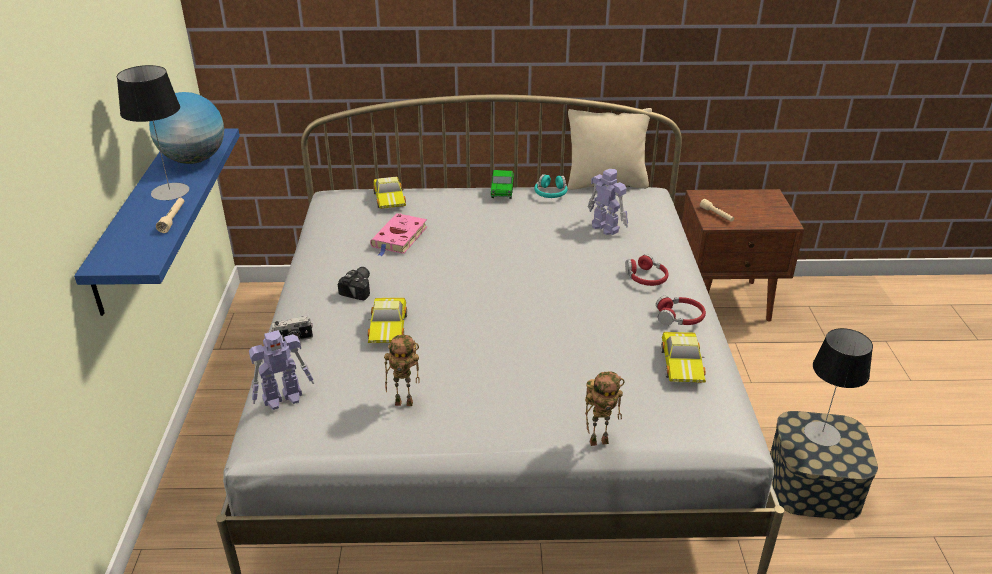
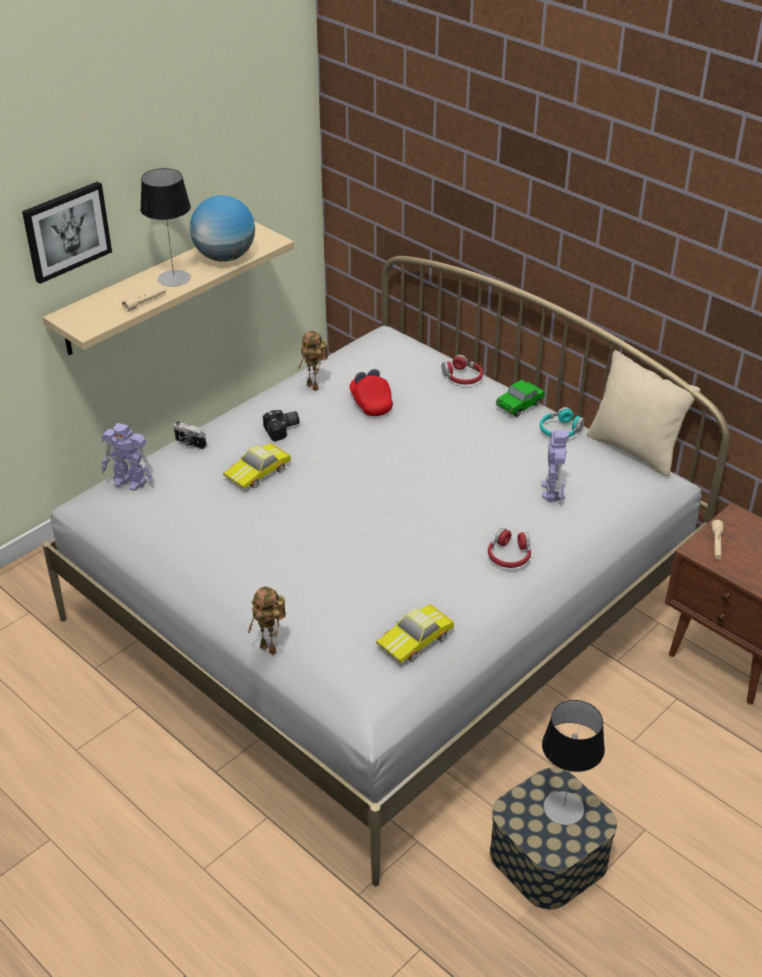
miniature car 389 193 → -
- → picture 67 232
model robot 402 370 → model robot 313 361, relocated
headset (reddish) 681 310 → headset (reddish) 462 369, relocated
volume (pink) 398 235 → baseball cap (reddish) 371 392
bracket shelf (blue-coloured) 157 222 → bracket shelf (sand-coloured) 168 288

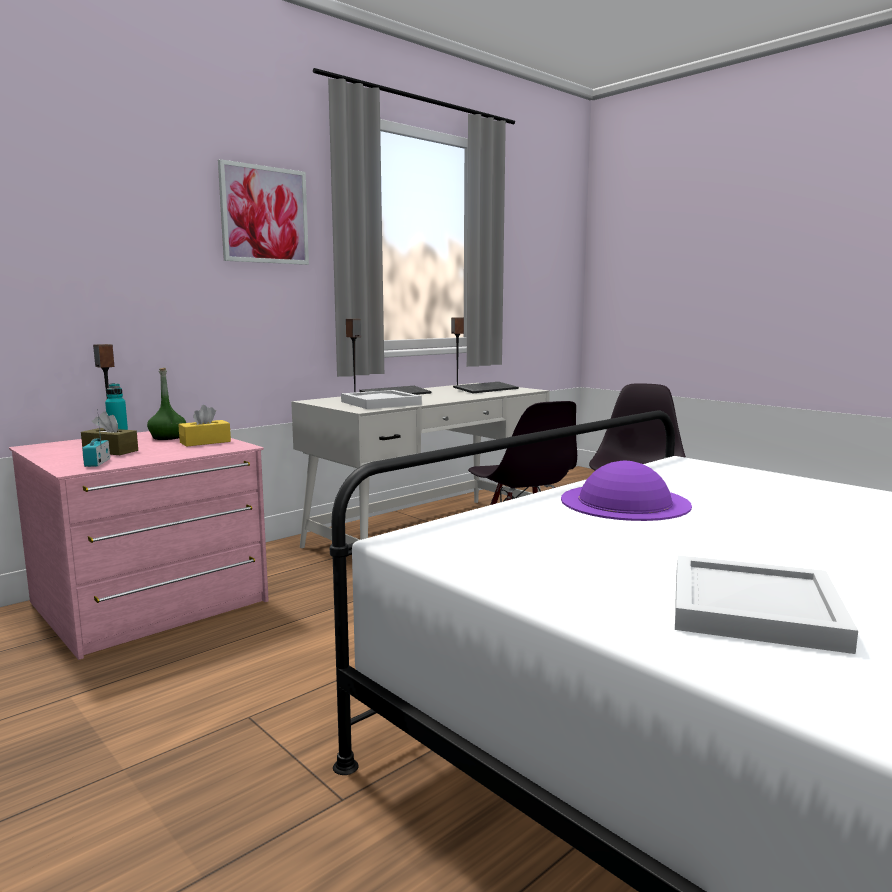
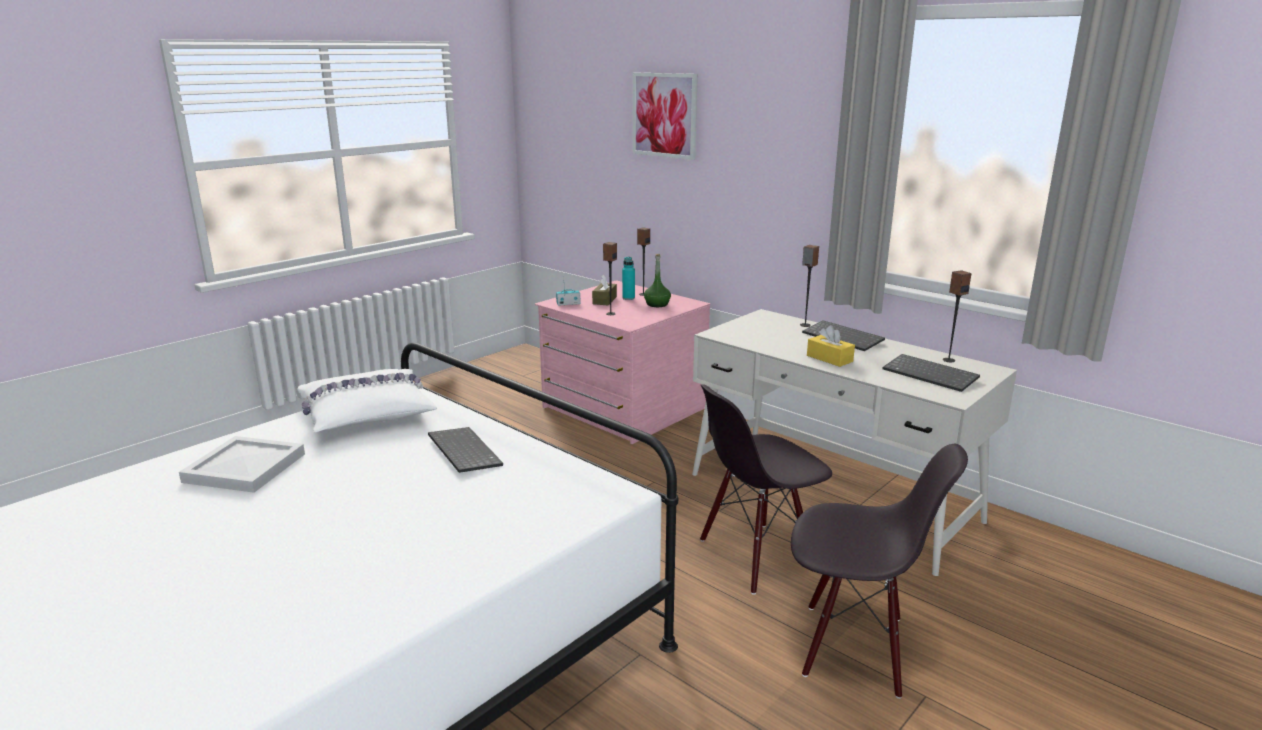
tray (white-coloured) 381 399 → -
- → throw pillow (white-coloured) 367 400
- → loudspeaker 610 278
tissue box (yellow-coloured) 204 426 → tissue box (yellow-coloured) 831 346, relocated
picture 263 212 → picture 665 116, relocated
wearable hat (purple-coloured) 626 491 → keyboard 465 450

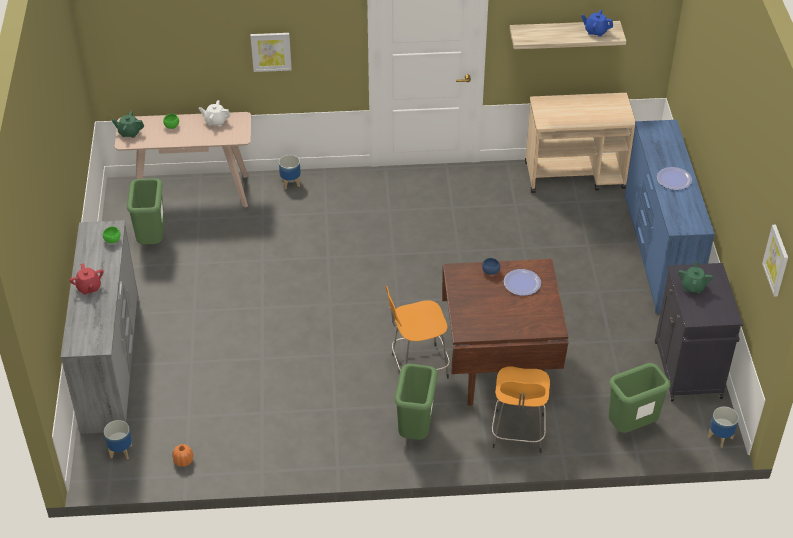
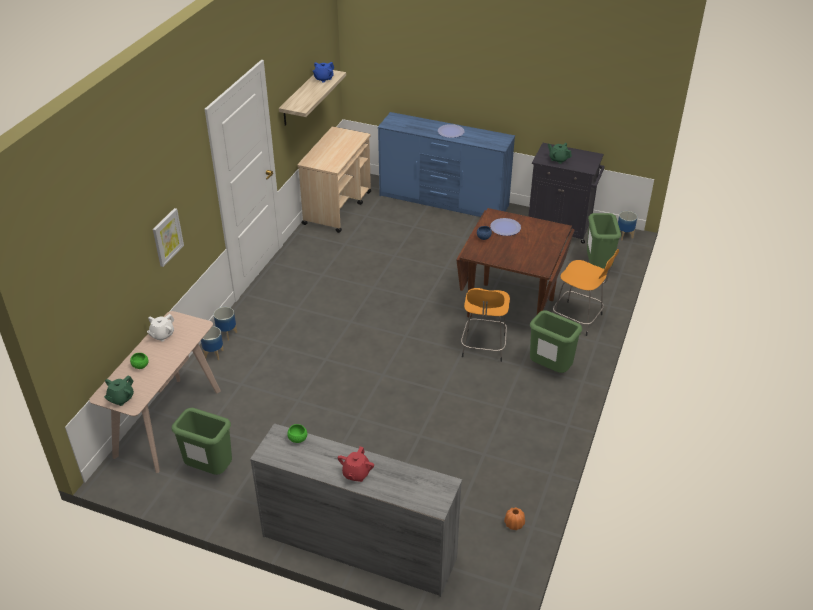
picture 775 260 → -
plant pot 118 440 → plant pot 225 324, relocated
tea pot (reddish) 86 279 → tea pot (reddish) 356 464, 105 degrees clockwise

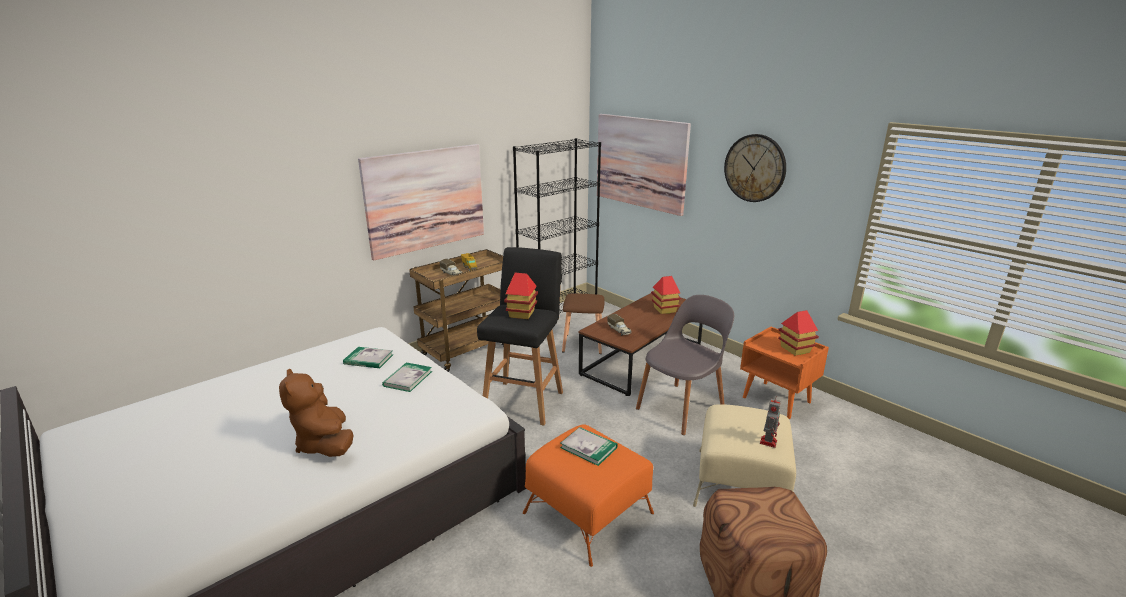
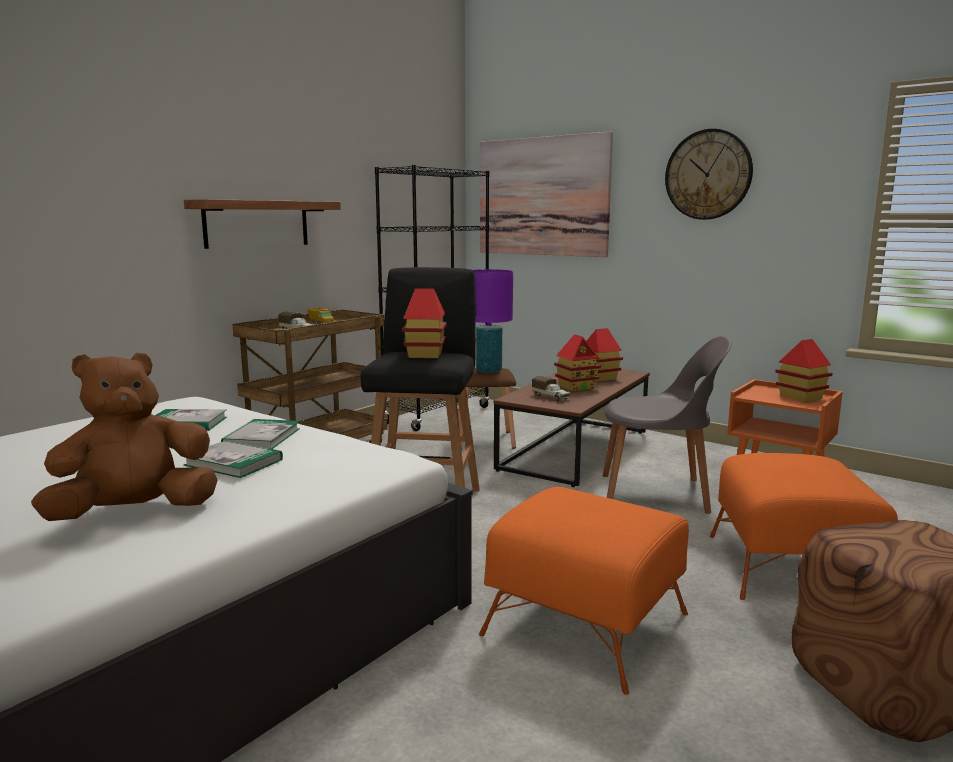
model robot 770 423 → -
- → tabletop lamp (purple-coloured) 493 321
- → model house 577 362
volume 589 446 → volume 233 459, relocated
picture 421 202 → bracket shelf 262 224
footrest (sand-coloured) 744 455 → footrest (orange-coloured) 804 526
soft toy (brown) 316 412 → soft toy (brown) 124 437, 90 degrees clockwise
chair (greyish) 685 365 → chair (greyish) 667 425, 60 degrees clockwise

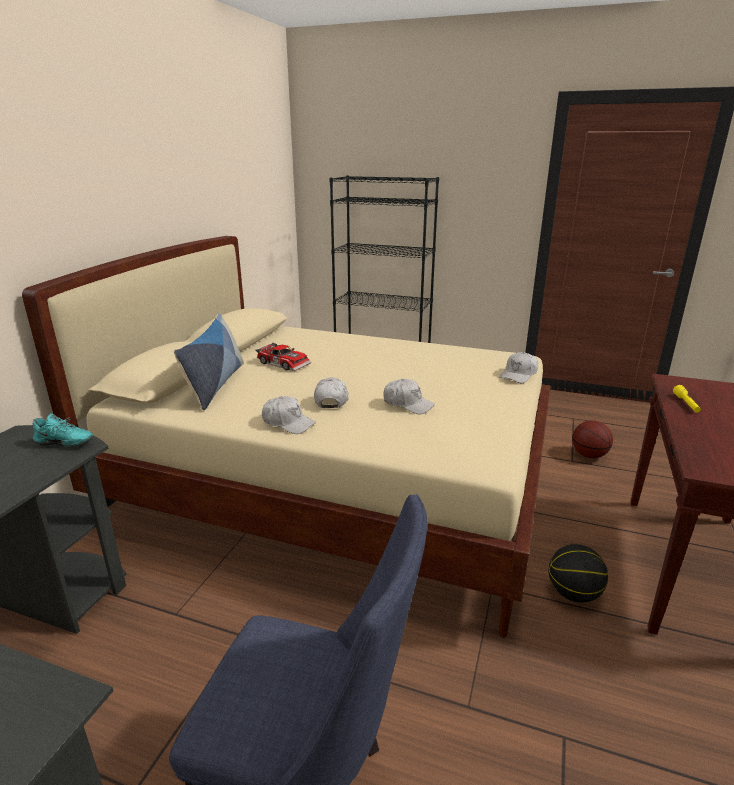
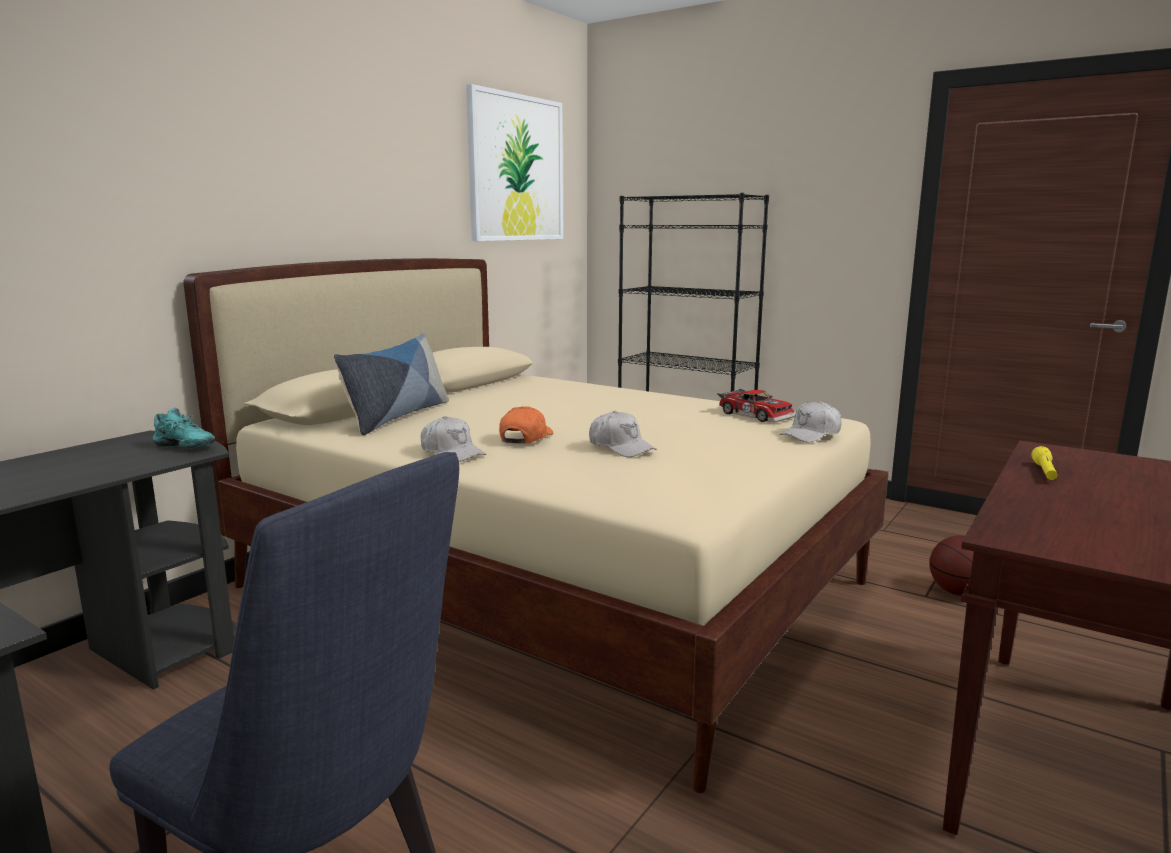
basketball ball 578 573 → -
- → picture 514 162
miniature car 283 356 → miniature car 756 406, relocated
baseball cap (white-coloured) 331 392 → baseball cap (orange-coloured) 526 424

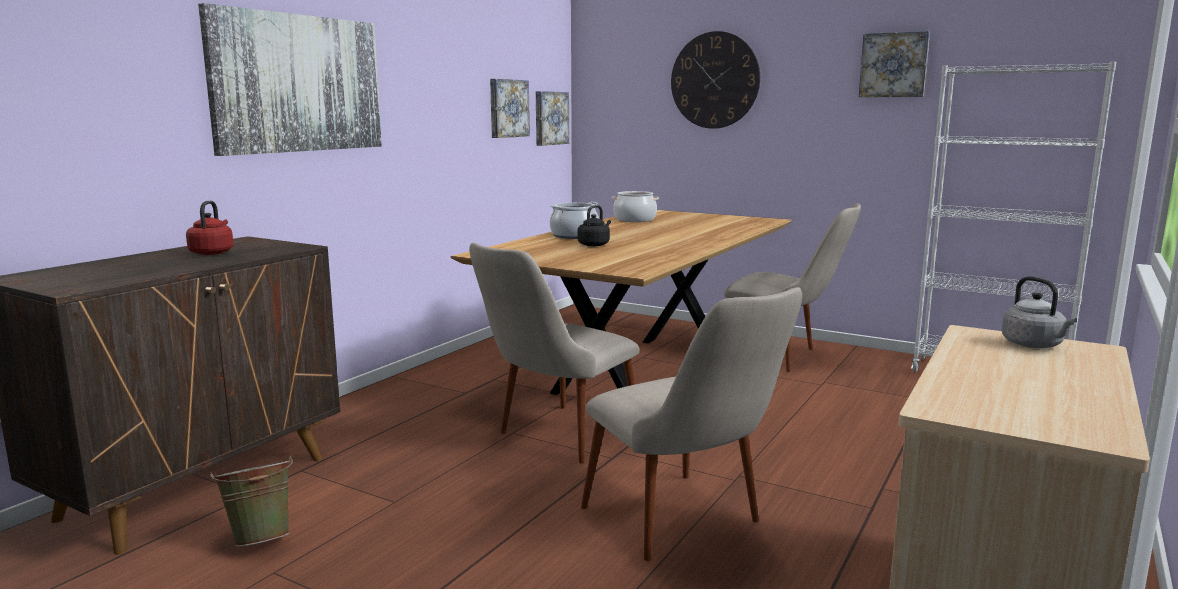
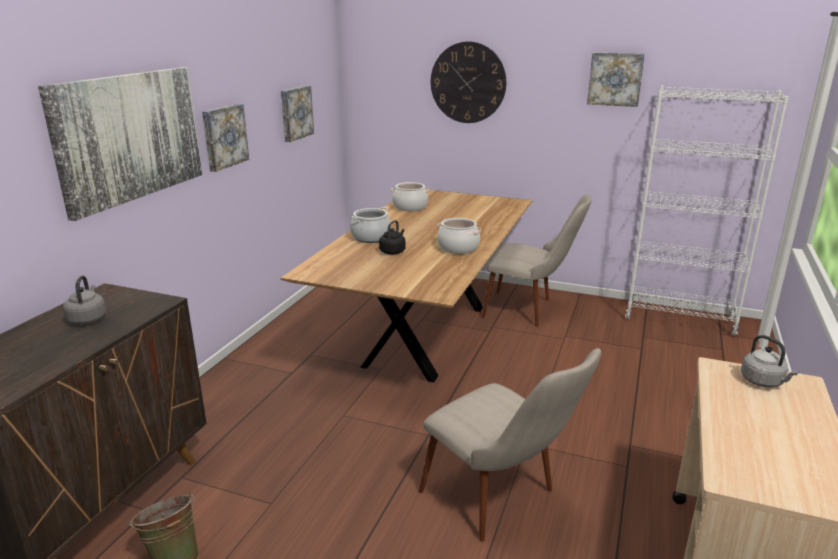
chair (sand-coloured) 554 353 → -
- → stockpot 459 236
picture 552 118 → picture 225 138, relocated
kettle (reddish) 209 228 → kettle (greyish) 84 300

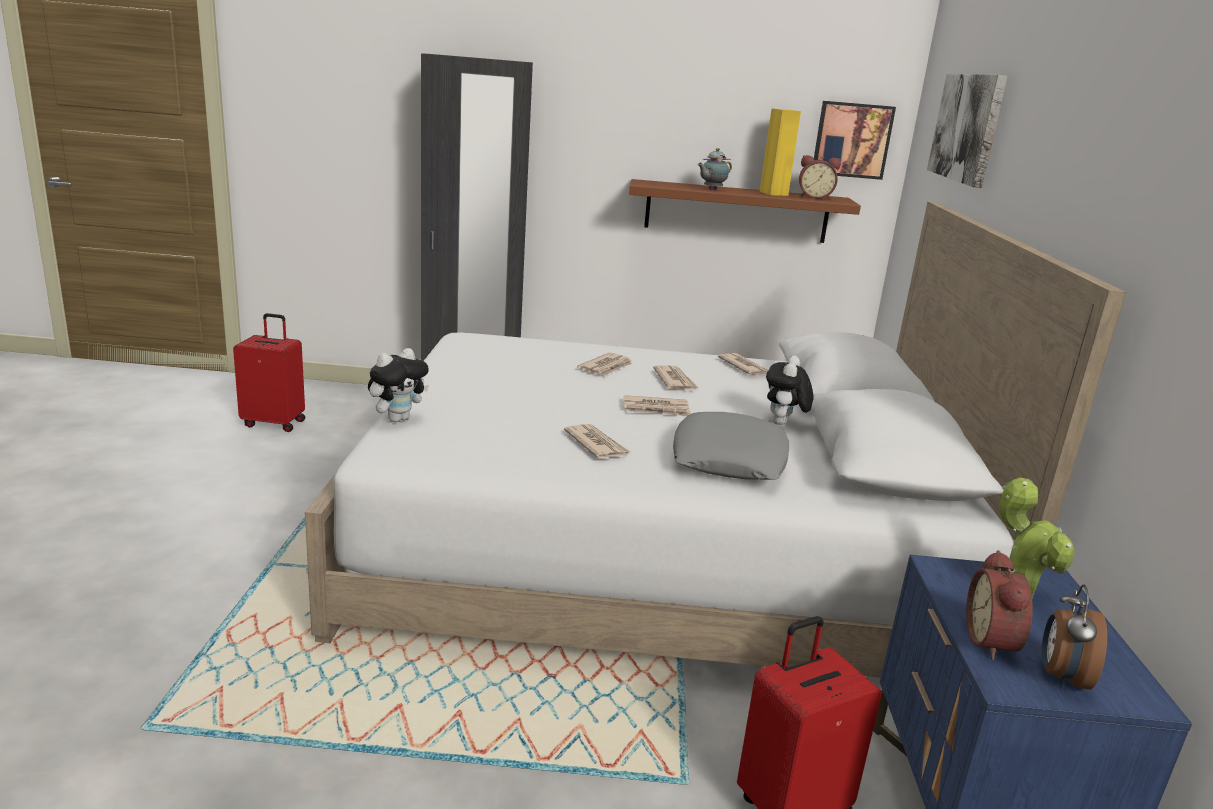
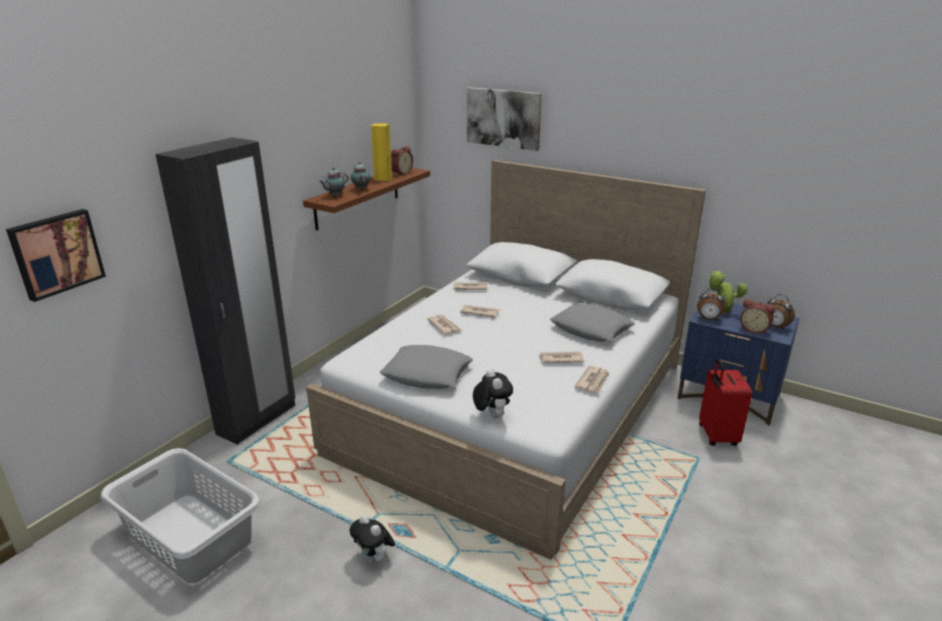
- → tea pot 334 181
- → throw pillow (greyish) 426 367
- → table clock 711 304
newspaper 657 406 → newspaper 592 380, relocated
soft toy 790 390 → soft toy 372 539, relocated
picture 854 140 → picture 56 255, relocated
travel case (reddish) 269 372 → washing basket (greyish) 181 515

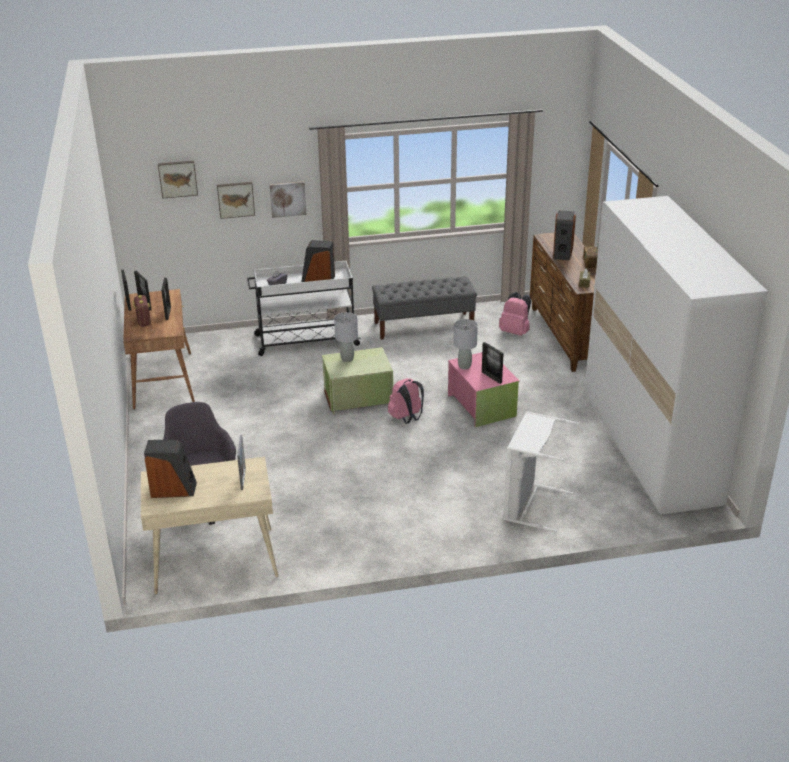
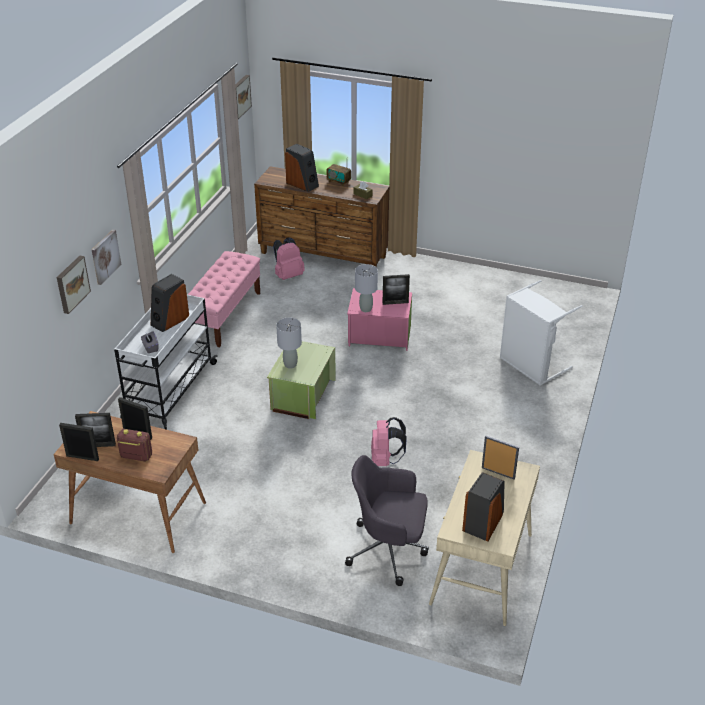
wardrobe (white-coloured) 676 355 → -
picture 178 180 → picture 243 97, relocated
knapsack (pink) 406 401 → knapsack (pink) 389 441, relocated
bench (greyish) 424 308 → bench (pink) 224 299

